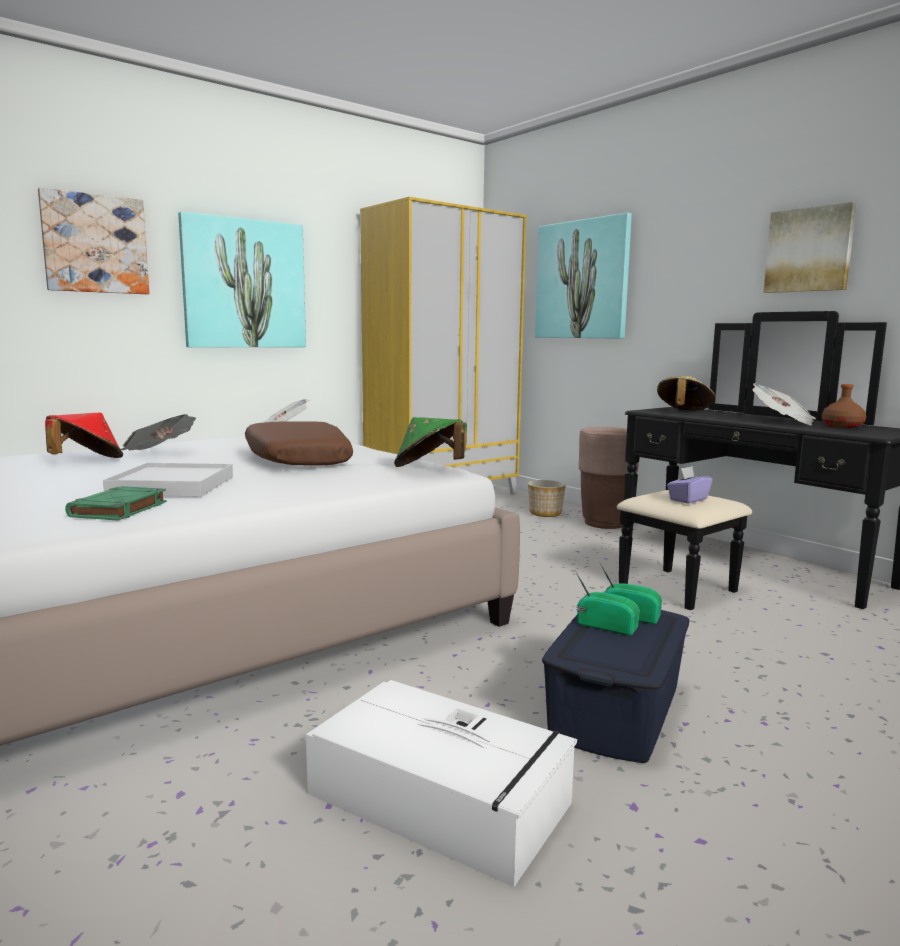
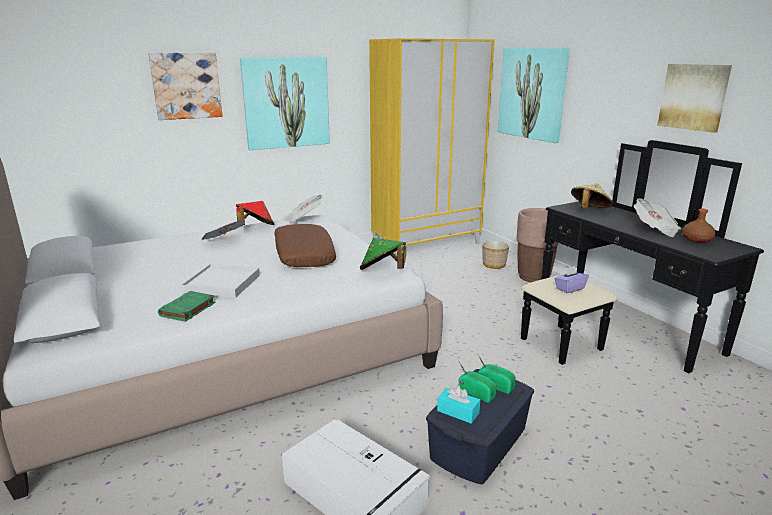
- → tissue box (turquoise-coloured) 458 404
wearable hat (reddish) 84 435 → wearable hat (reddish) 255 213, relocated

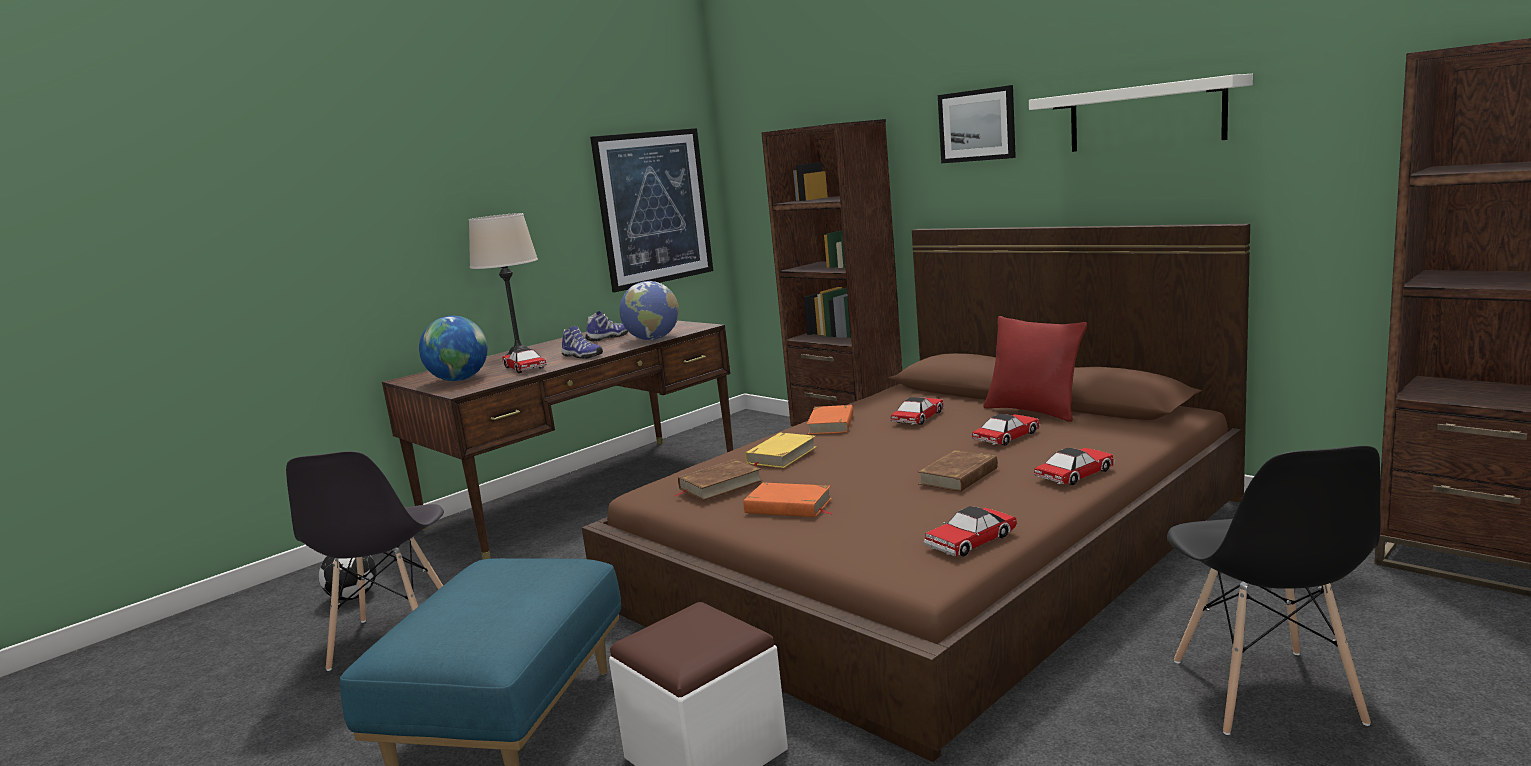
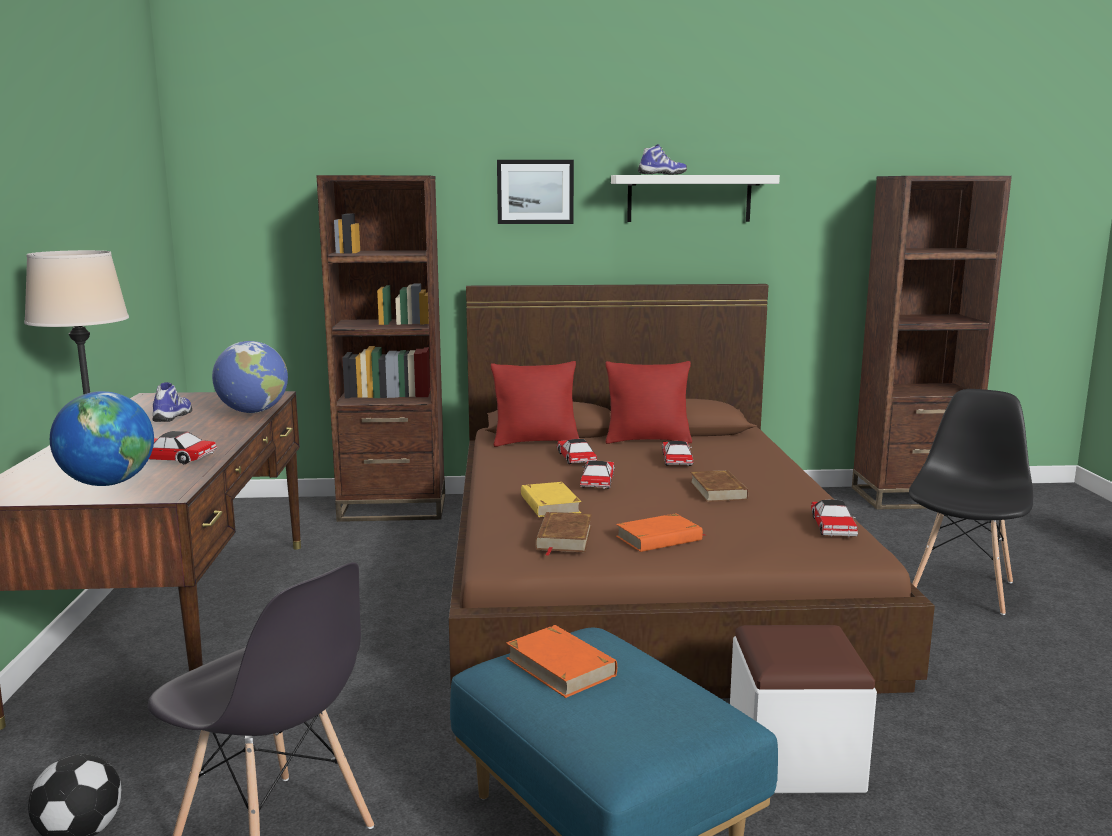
picture 651 210 → -
- → throw pillow (reddish) 535 404
item of footwear 582 342 → item of footwear 662 159, relocated
volume (orange-coloured) 830 419 → volume (orange-coloured) 561 661, relocated
miniature car 1074 466 → miniature car 597 475, relocated
chair (black-coloured) 1274 590 → chair (black-coloured) 971 502, 105 degrees counterclockwise

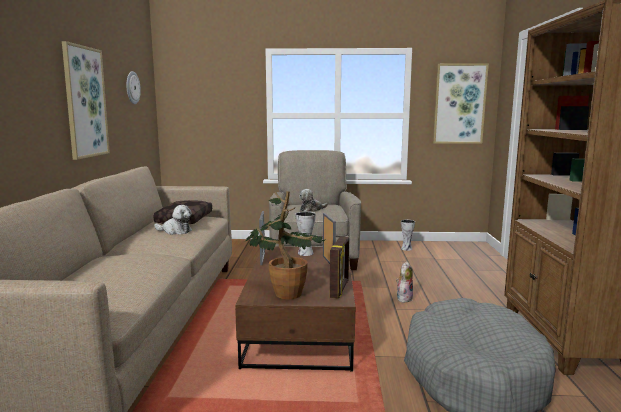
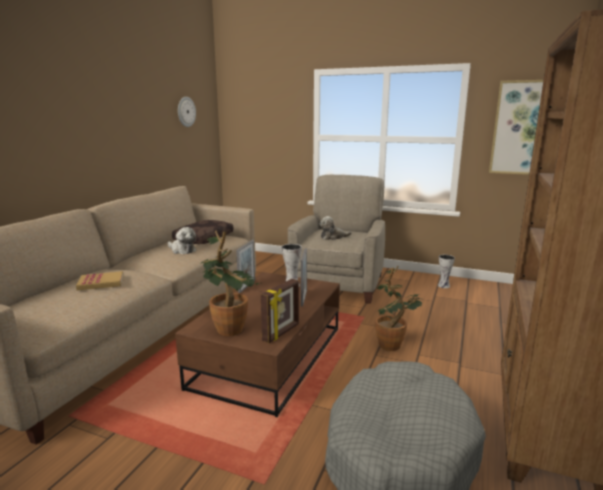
picture 86 100 → -
- → volume 99 281
soft toy 404 282 → plant in a pot 399 308

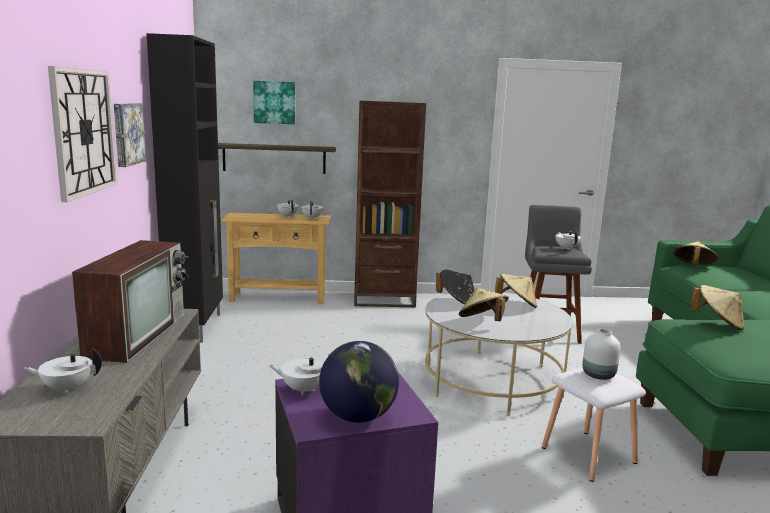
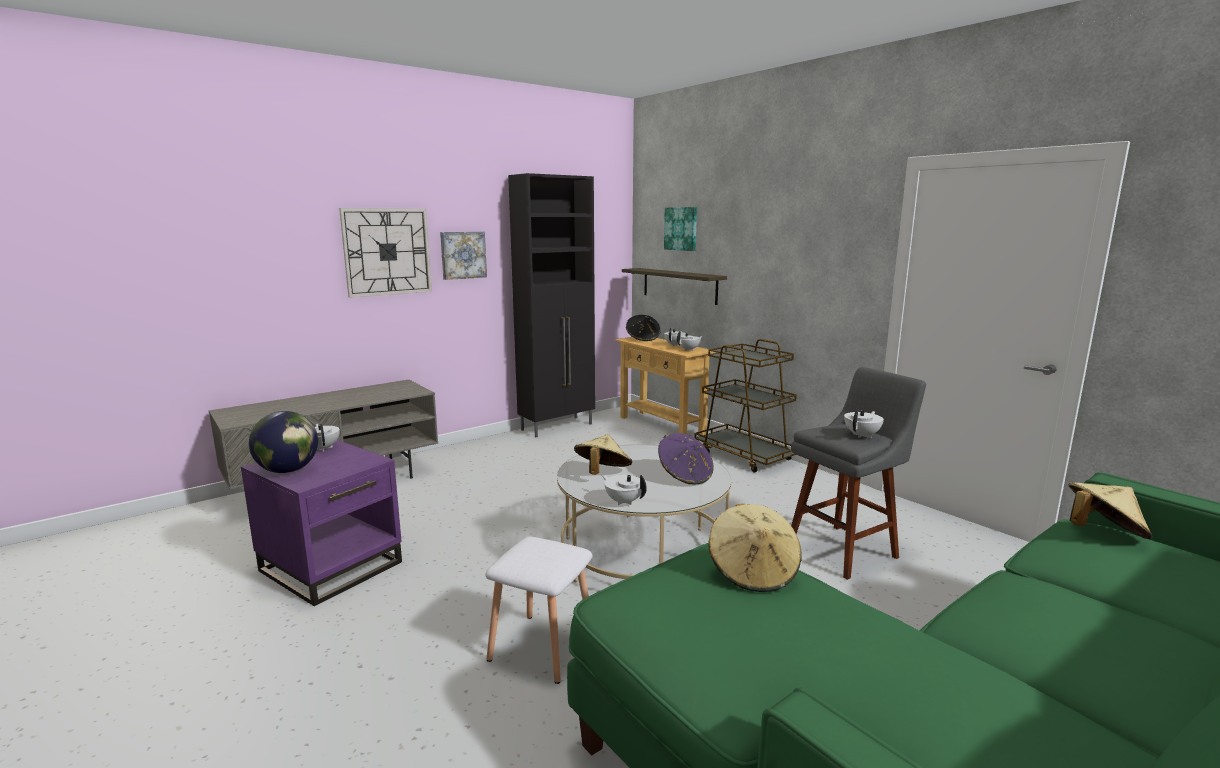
television 130 301 → -
flower vase (white-coloured) 602 354 → -
tea pot (white-coloured) 63 371 → tea pot (white-coloured) 624 489, relocated
wearable hat (black-coloured) 455 286 → wearable hat (black-coloured) 643 328, relocated
bookshelf (brown) 390 204 → trolley (brown) 745 406
wearable hat (sand-coloured) 516 291 → wearable hat (purple-coloured) 685 458

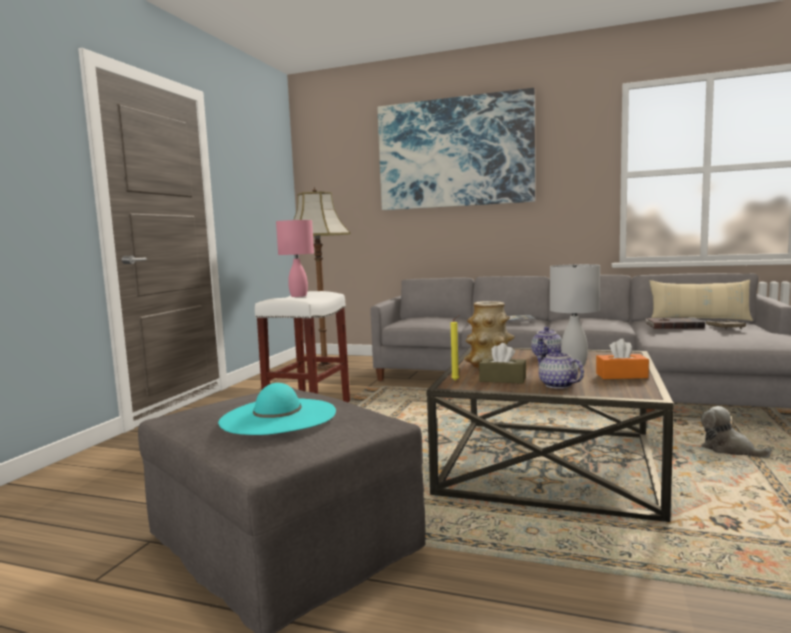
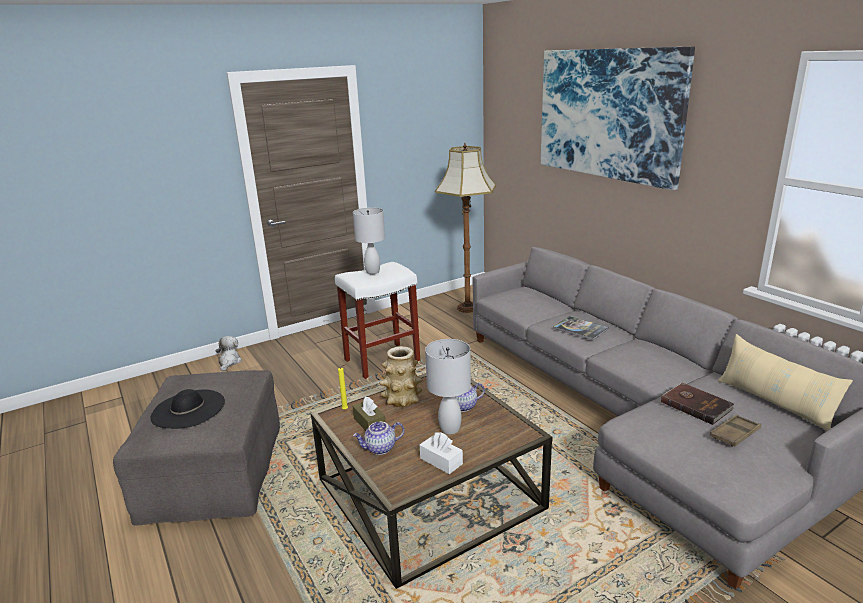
soft toy 736 432 → soft toy 229 354, relocated
wearable hat (turquoise-coloured) 277 409 → wearable hat (black-coloured) 187 409
tabletop lamp (pink) 295 258 → tabletop lamp (white-coloured) 369 240
tissue box (orange-coloured) 622 359 → tissue box (white-coloured) 441 453
tea pot 559 369 → tea pot 378 438, 120 degrees counterclockwise

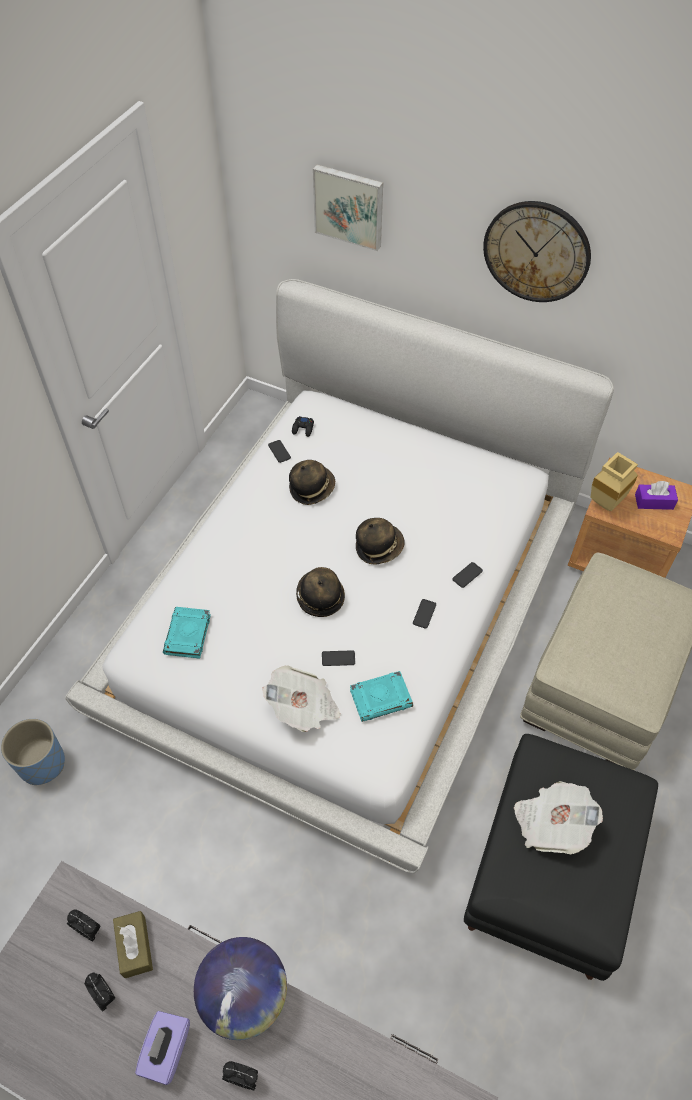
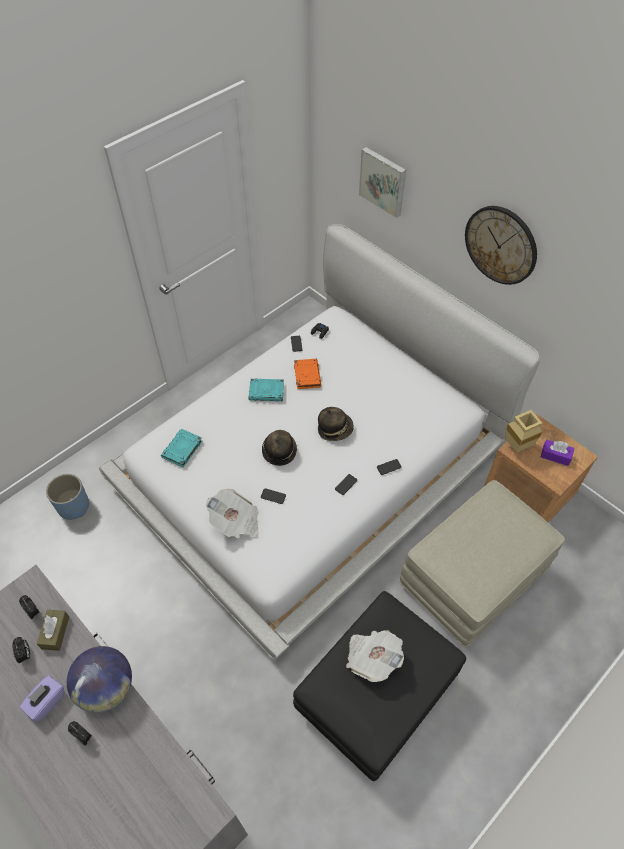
volume (turquoise-coloured) 381 696 → volume (turquoise-coloured) 266 389, relocated
wearable hat 312 482 → volume (orange-coloured) 307 374

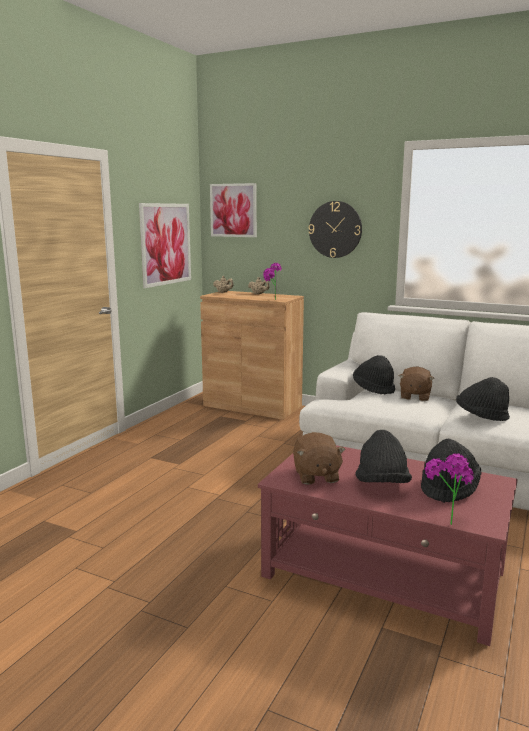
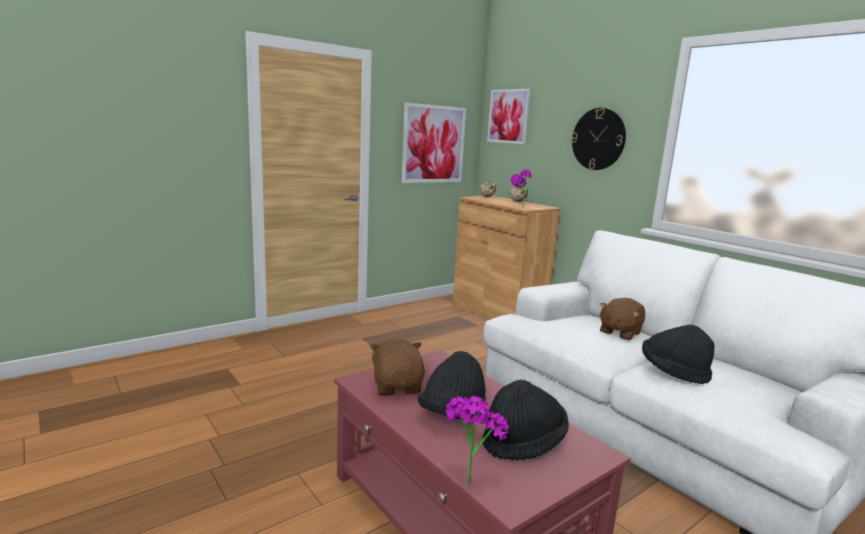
wearable hat (black-coloured) 374 374 → -
soft toy (brown) 319 458 → soft toy (brown) 397 367, 150 degrees clockwise

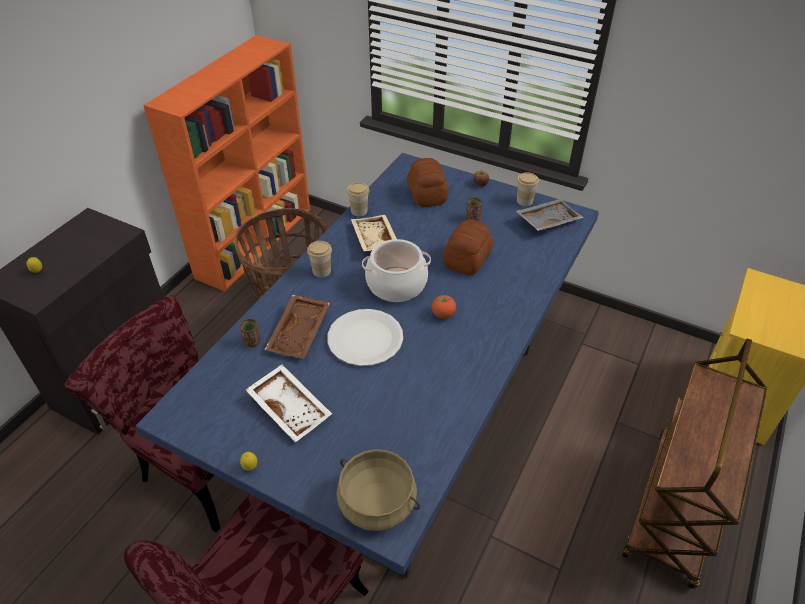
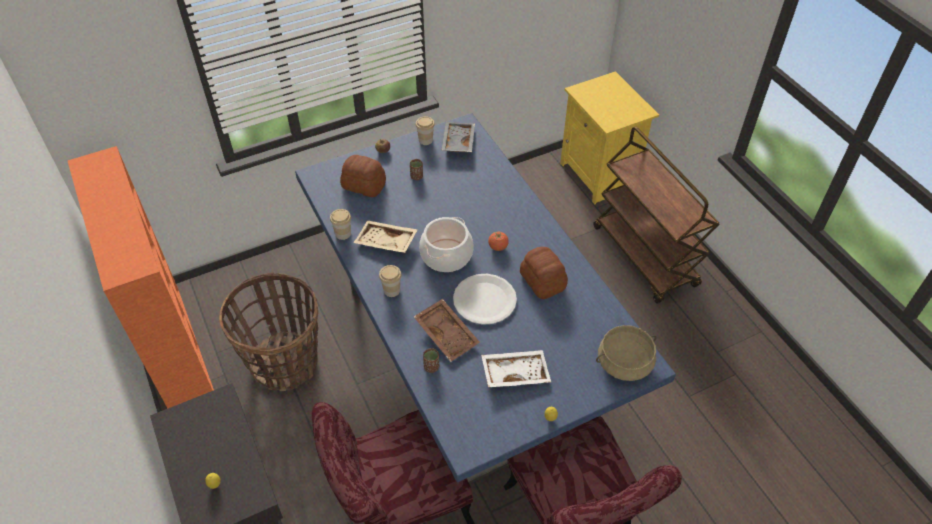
baked bread 468 247 → baked bread 544 273, relocated

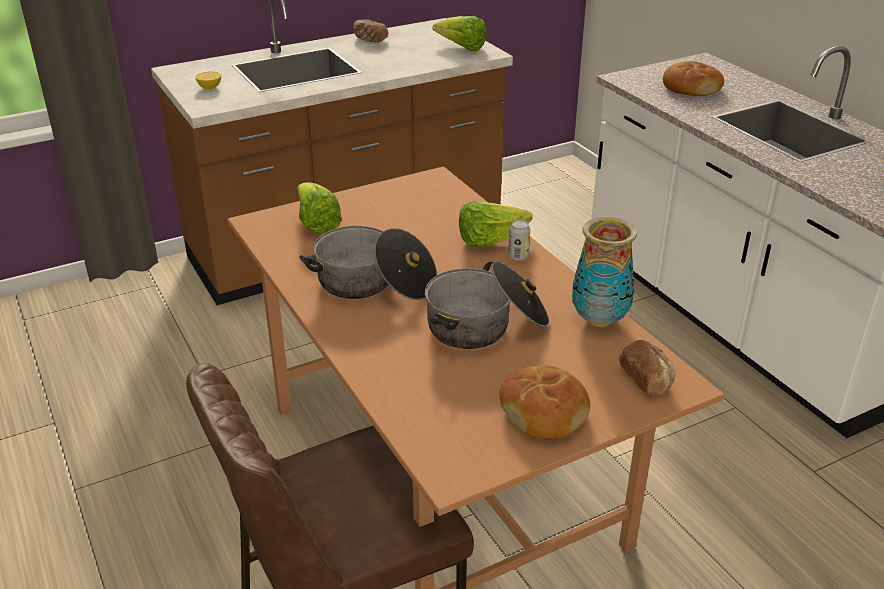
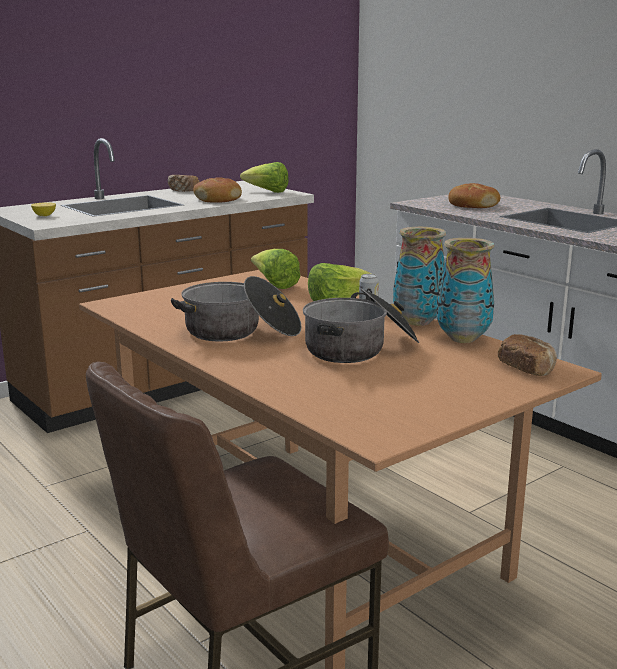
- → flower vase 419 276
head of lettuce 319 208 → head of lettuce 276 269, relocated
baked bread 545 402 → baked bread 217 190, relocated

